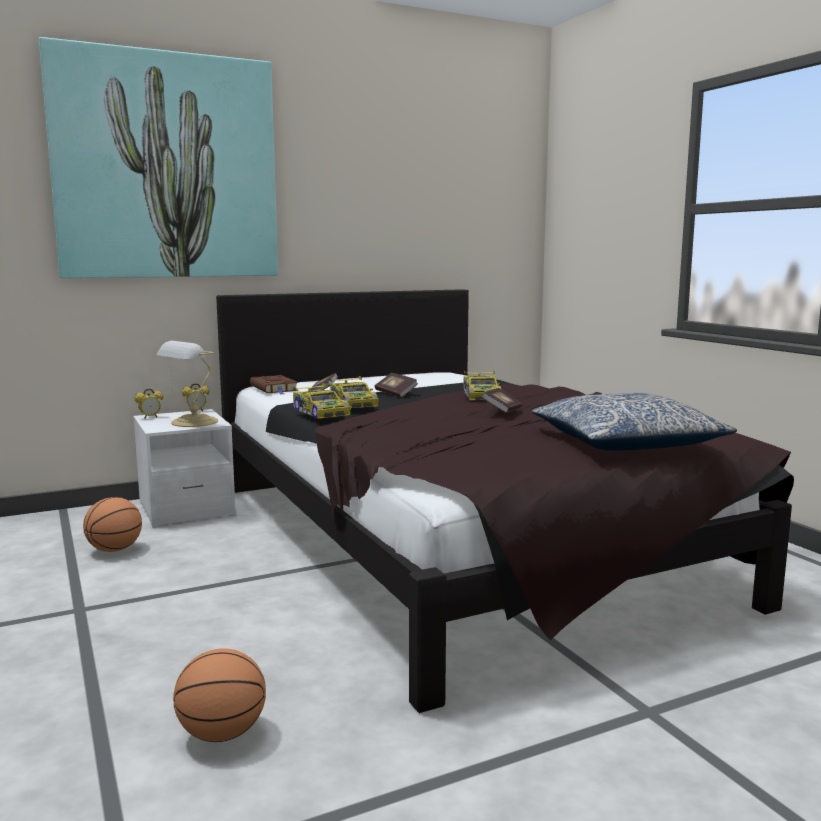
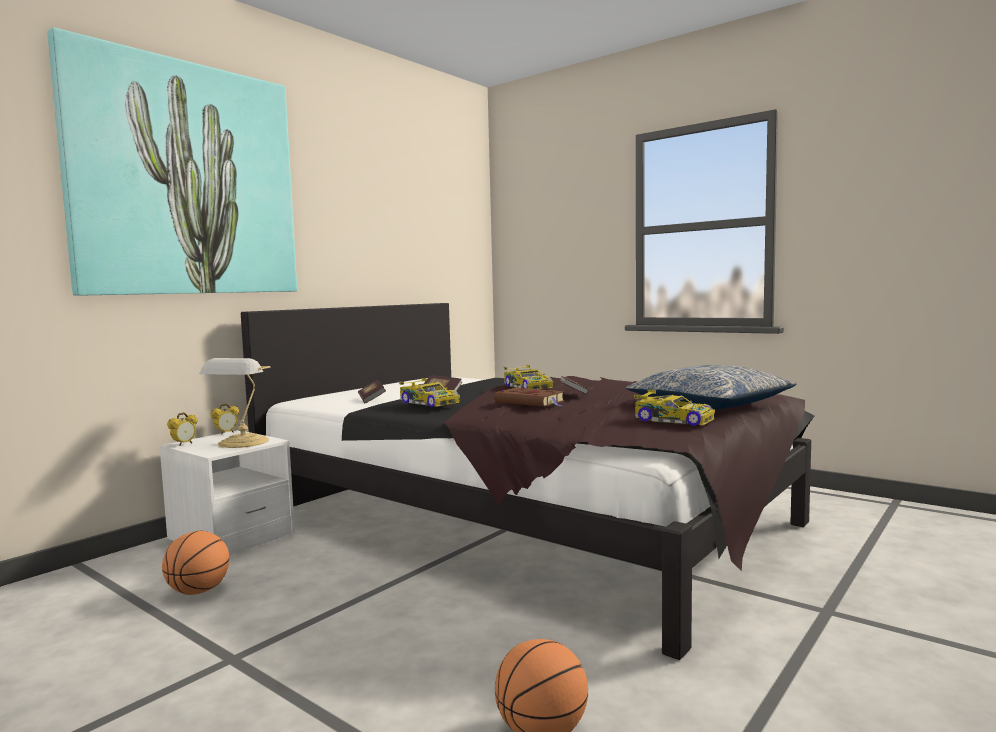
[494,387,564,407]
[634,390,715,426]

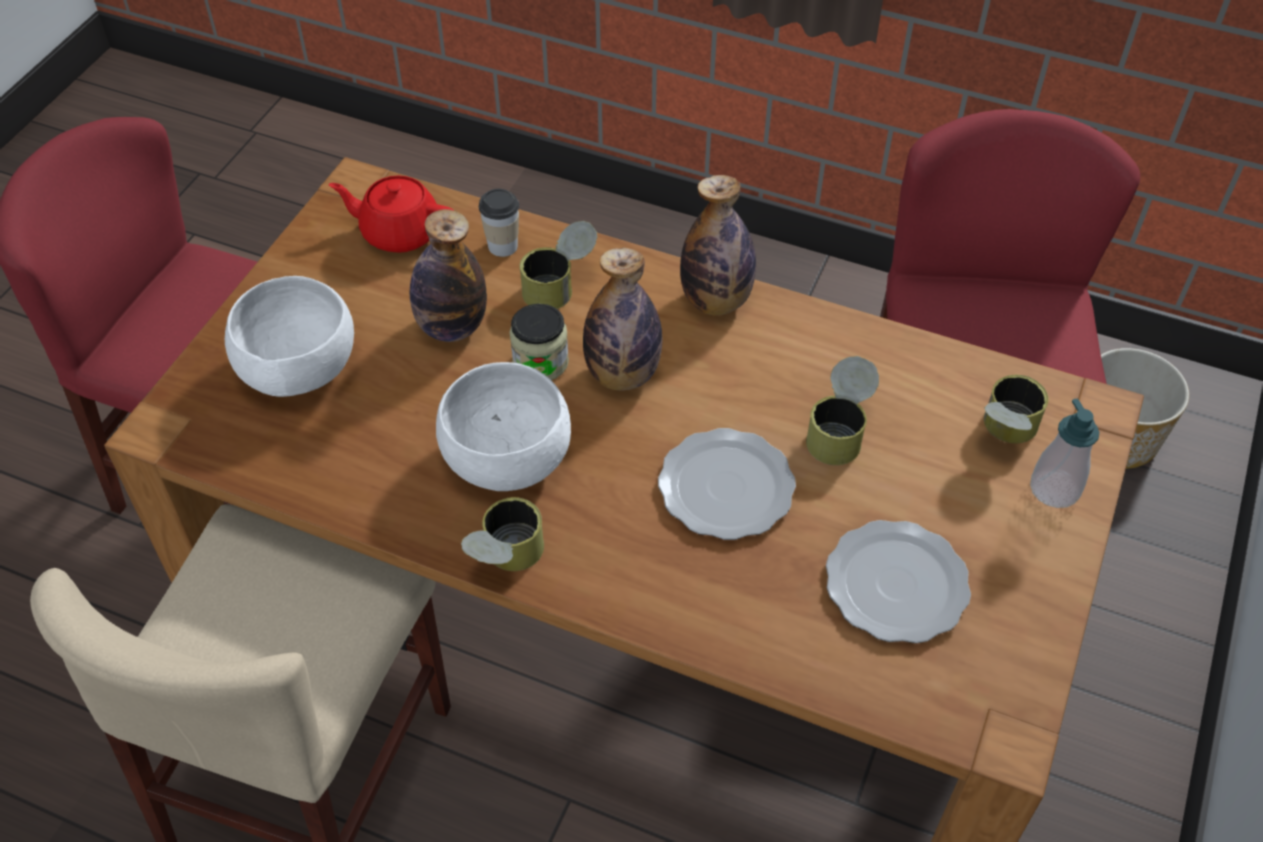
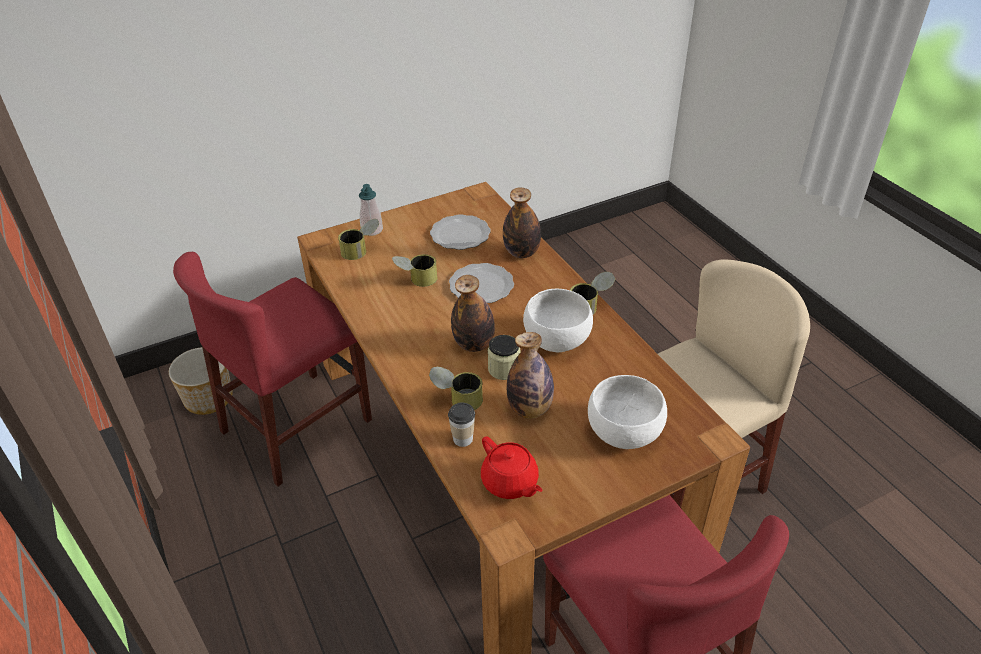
[503,187,541,258]

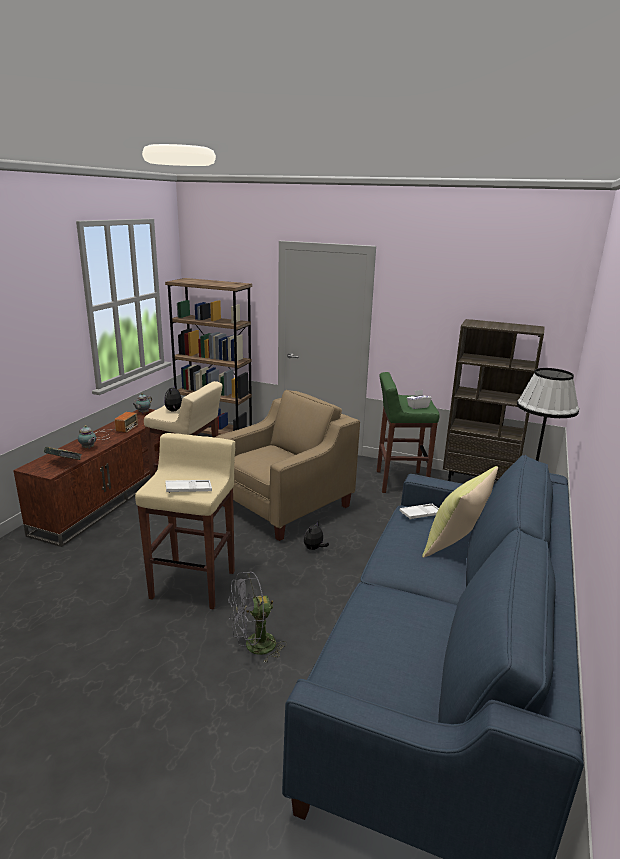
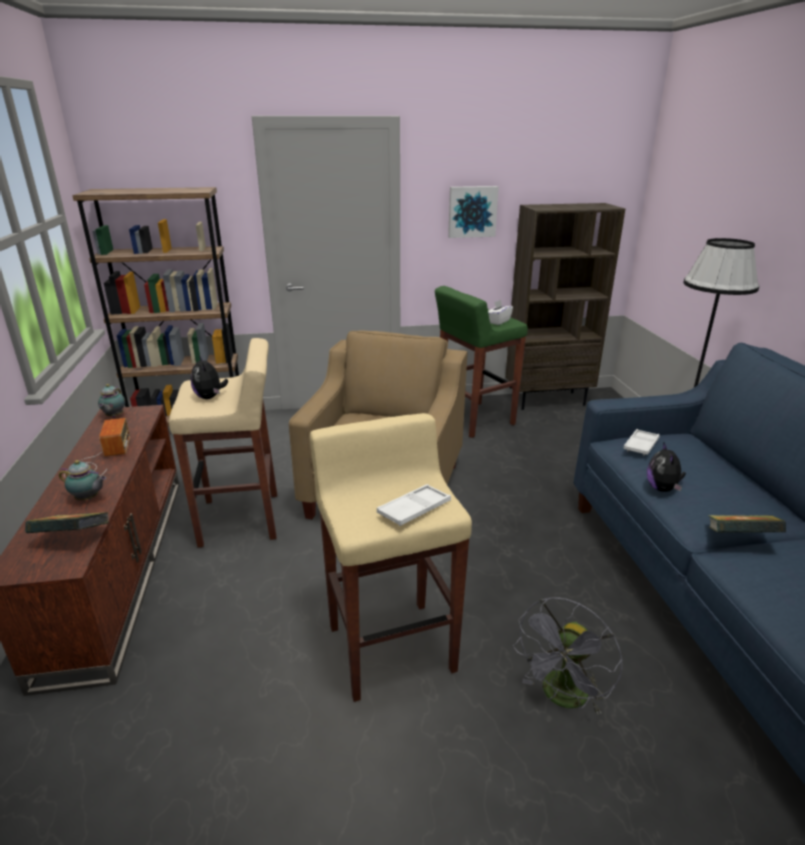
[647,443,686,492]
[422,466,498,558] (first image)
[448,186,499,238]
[708,515,786,532]

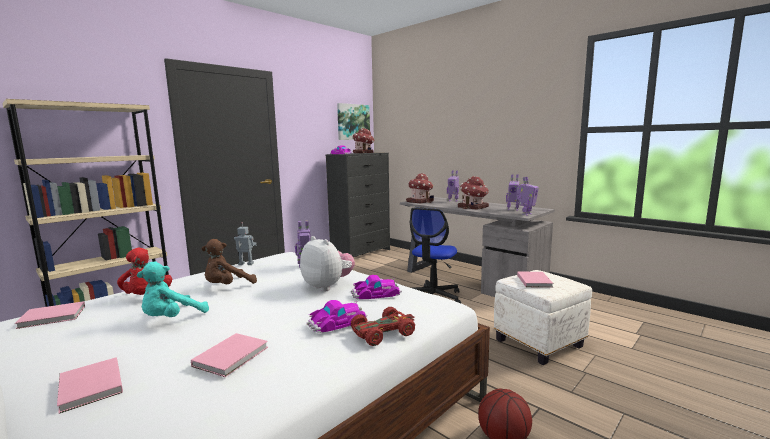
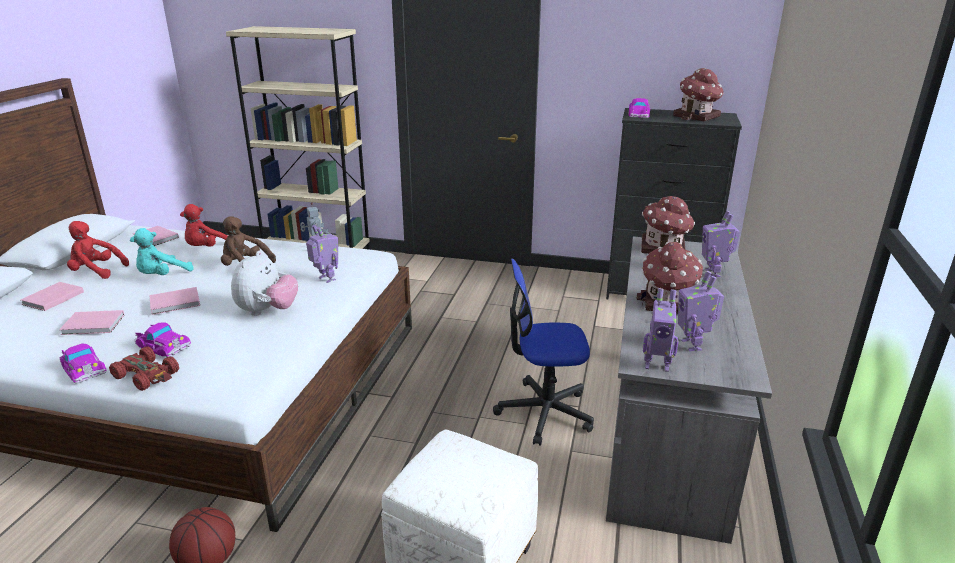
[130,228,194,275]
[337,103,370,140] (first image)
[60,343,107,383]
[150,287,200,315]
[67,221,129,279]

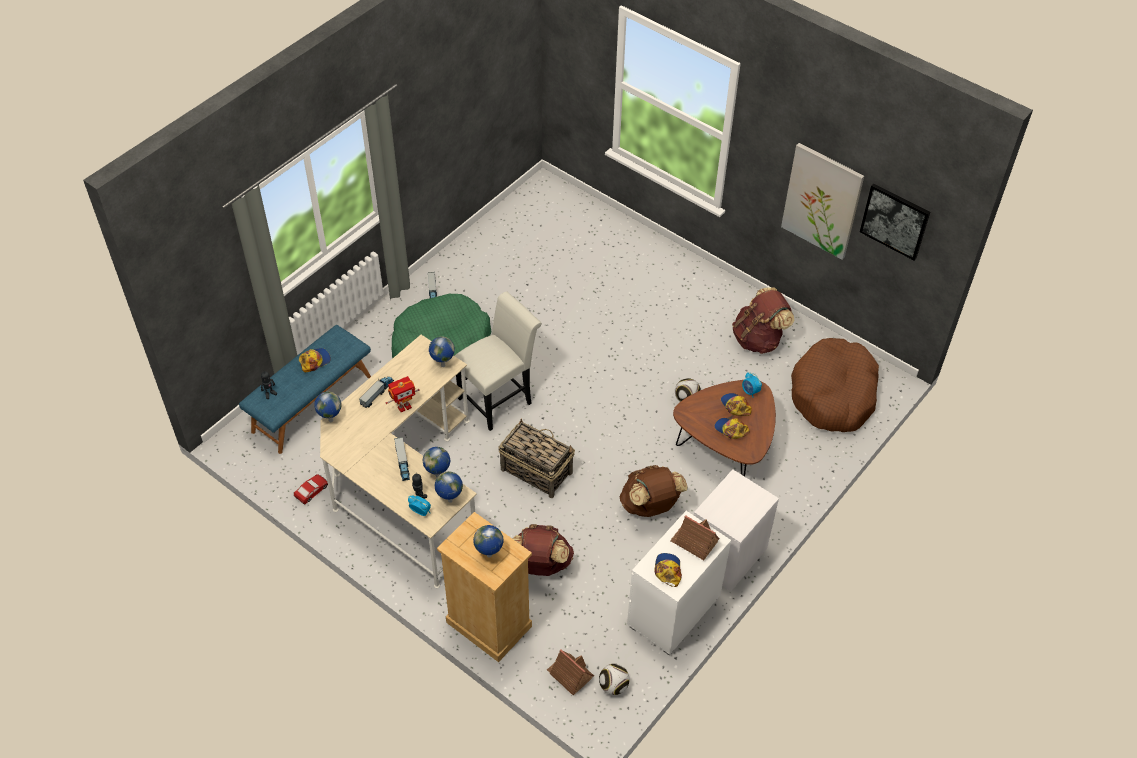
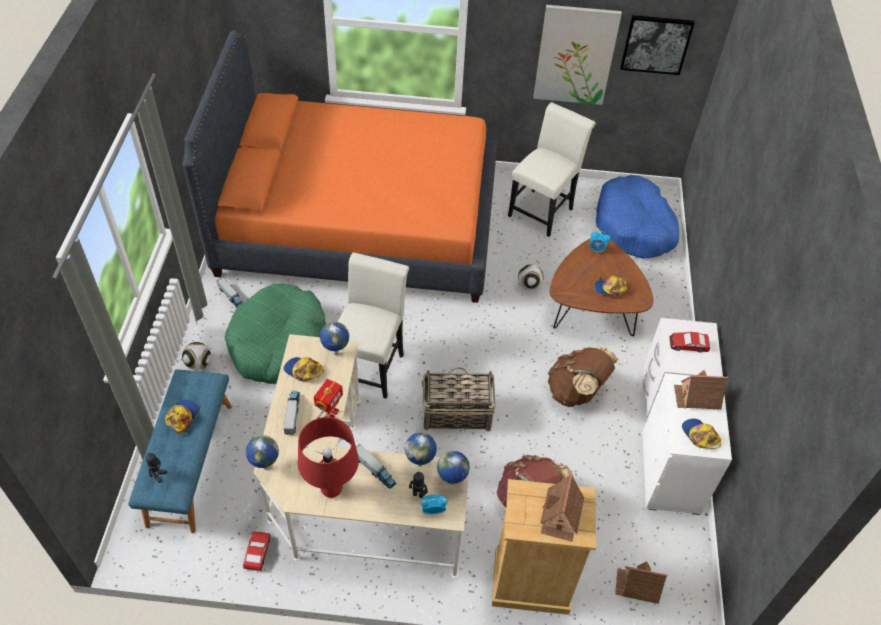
[540,474,584,542]
[182,342,211,370]
[283,357,324,381]
[508,102,596,237]
[596,175,679,258]
[182,30,498,303]
[298,417,359,498]
[670,332,710,353]

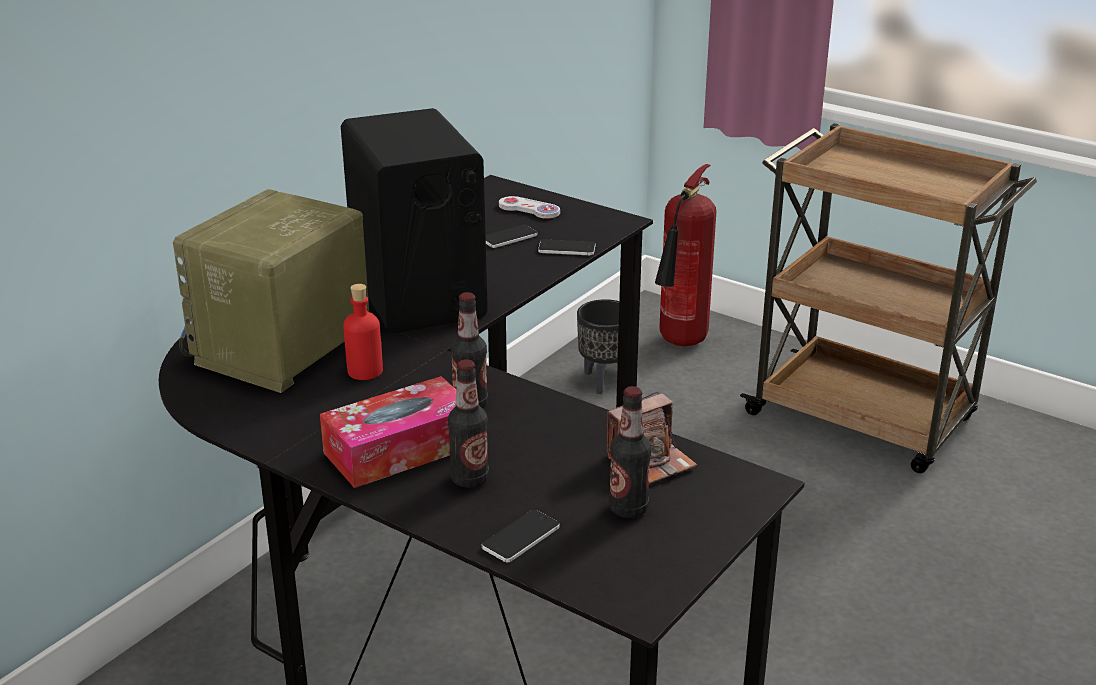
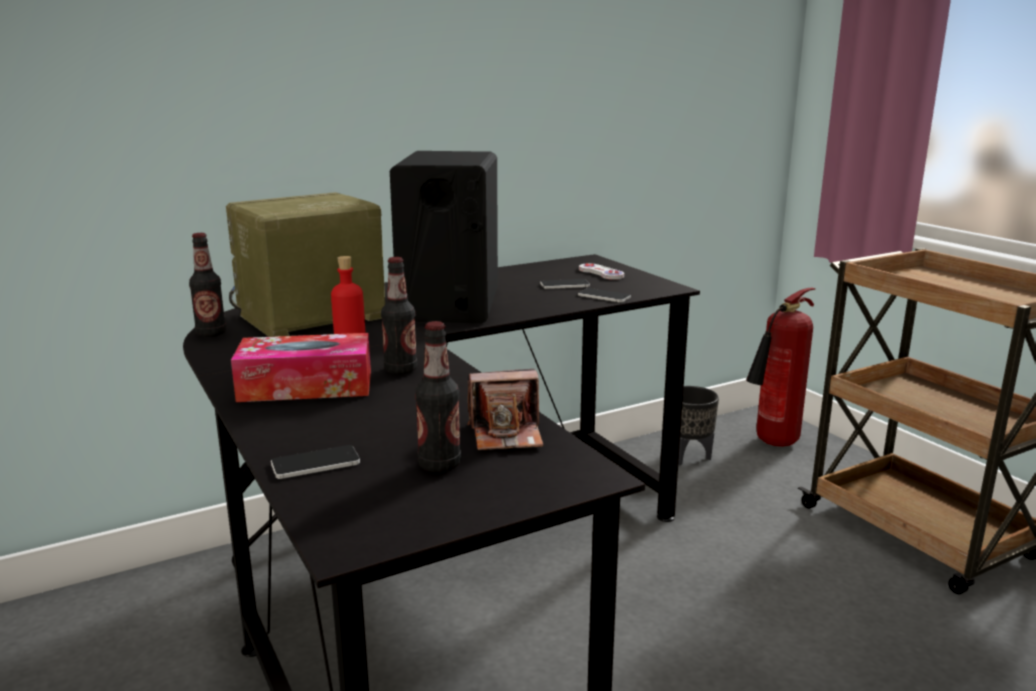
[189,233,226,337]

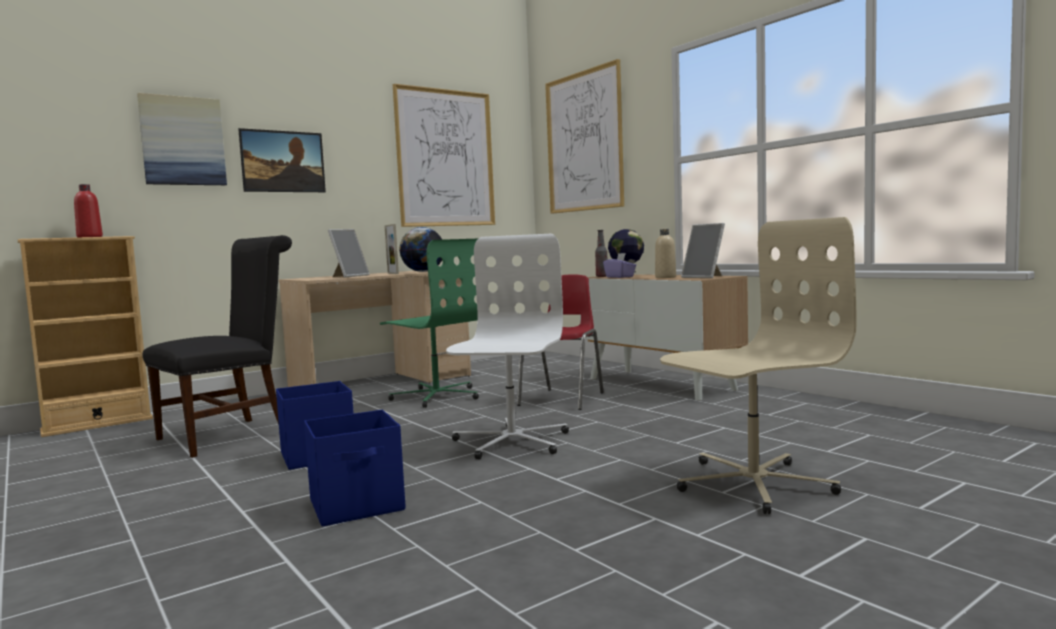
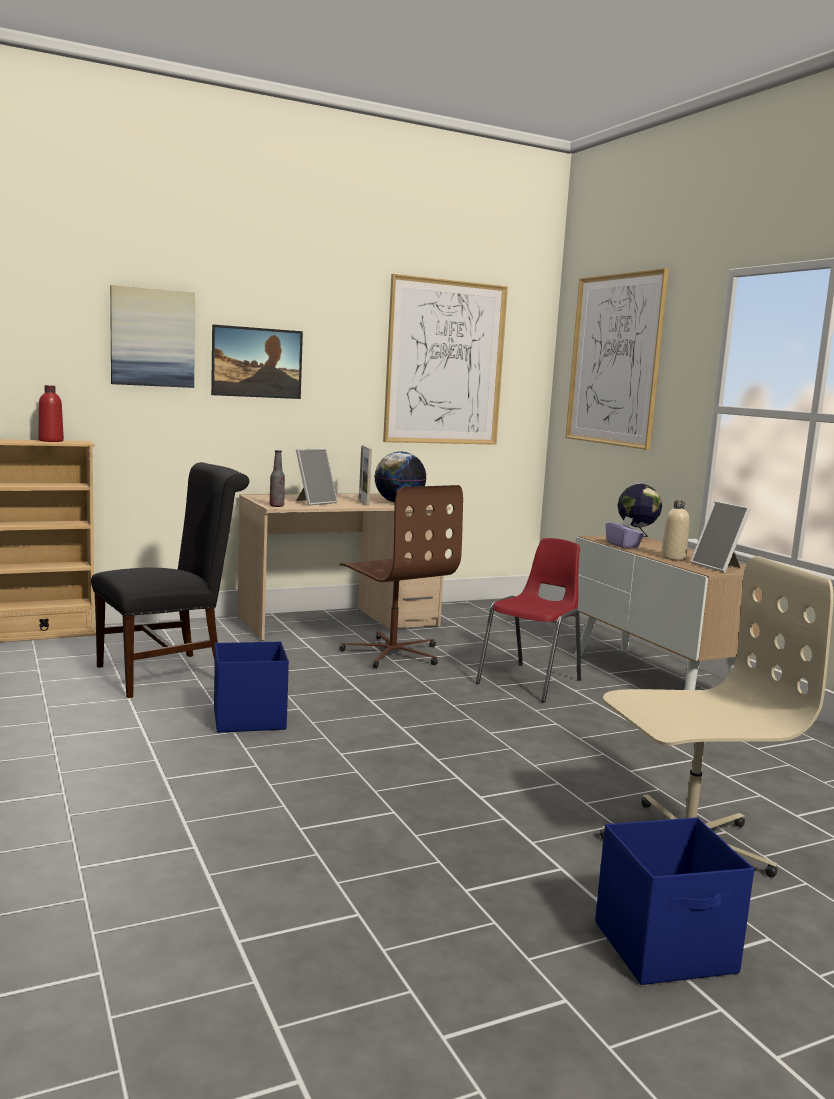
[595,817,754,985]
[339,485,463,668]
[446,234,569,460] (first image)
[270,450,285,507]

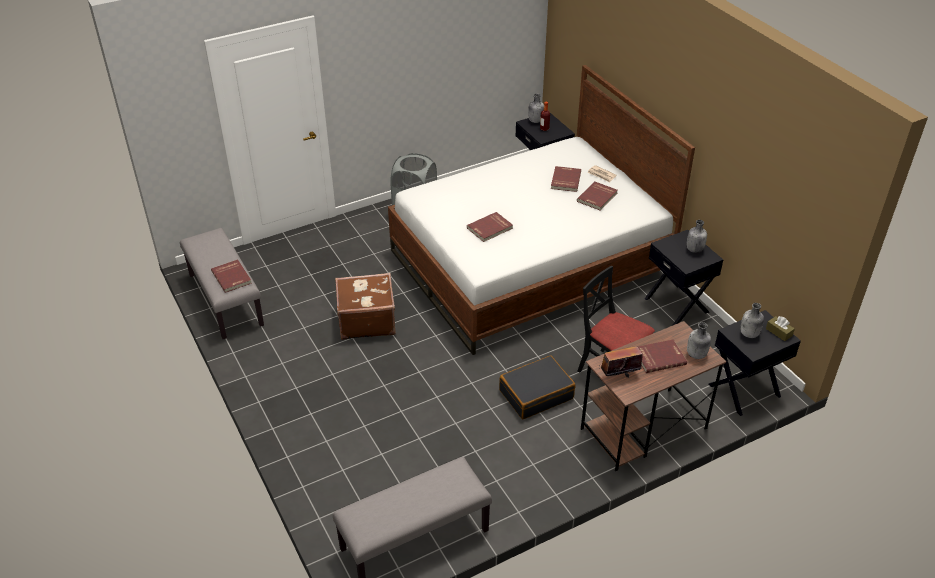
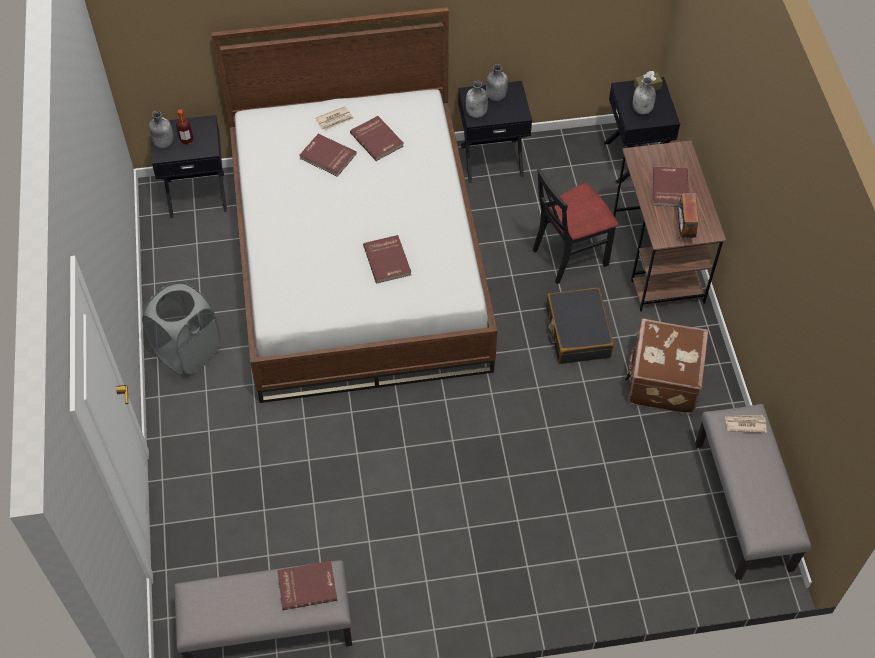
[624,318,708,414]
[466,81,488,118]
[725,415,767,433]

